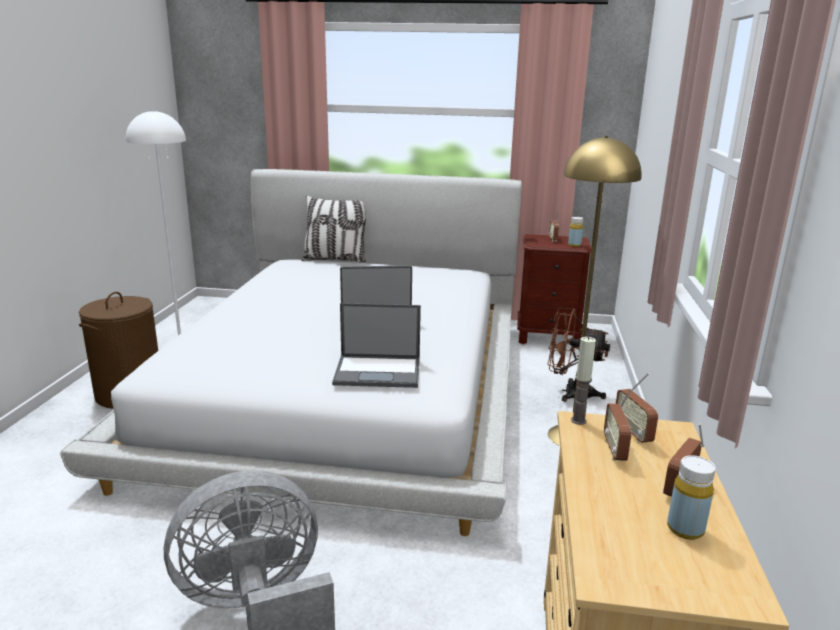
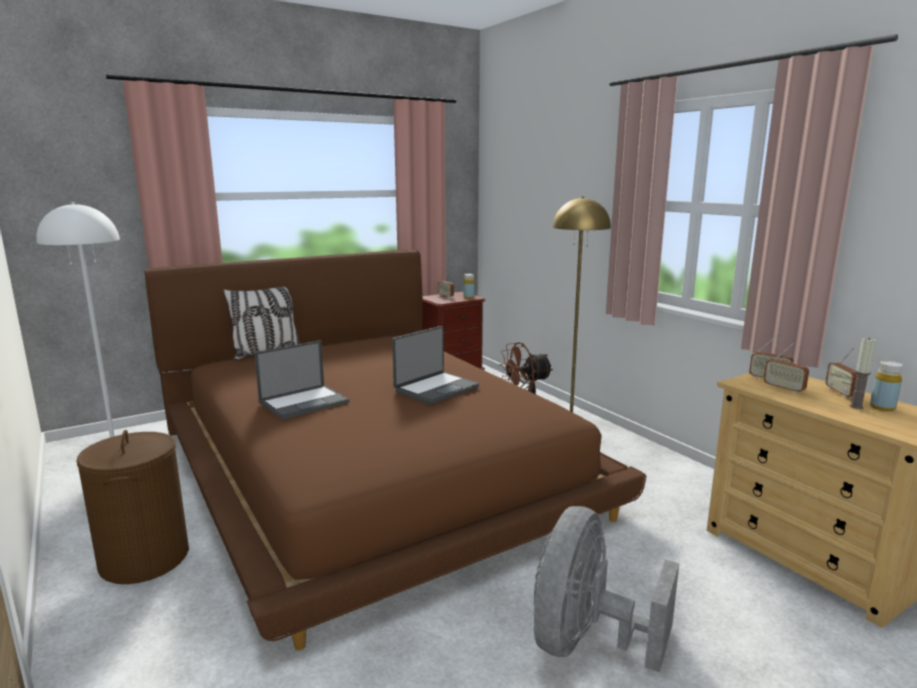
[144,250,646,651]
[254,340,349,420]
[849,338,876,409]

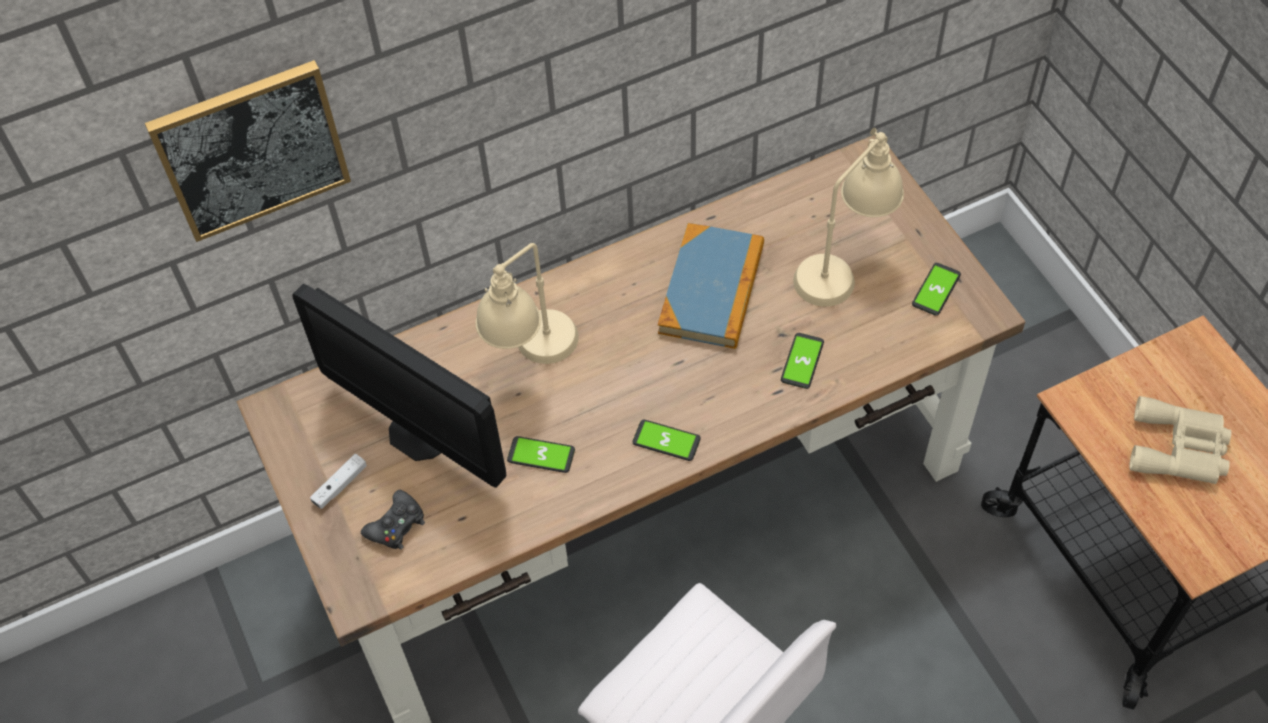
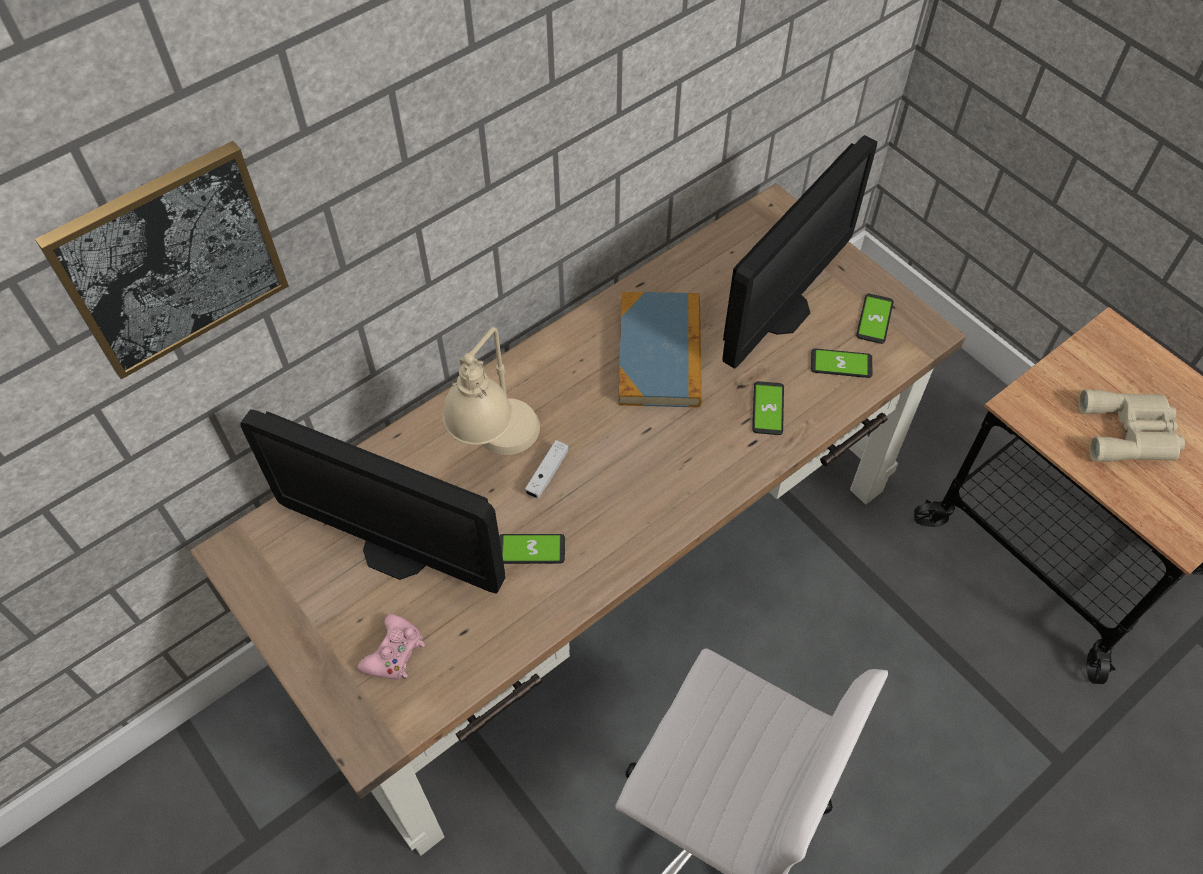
[525,440,569,498]
[358,614,425,680]
[811,349,872,378]
[722,135,877,369]

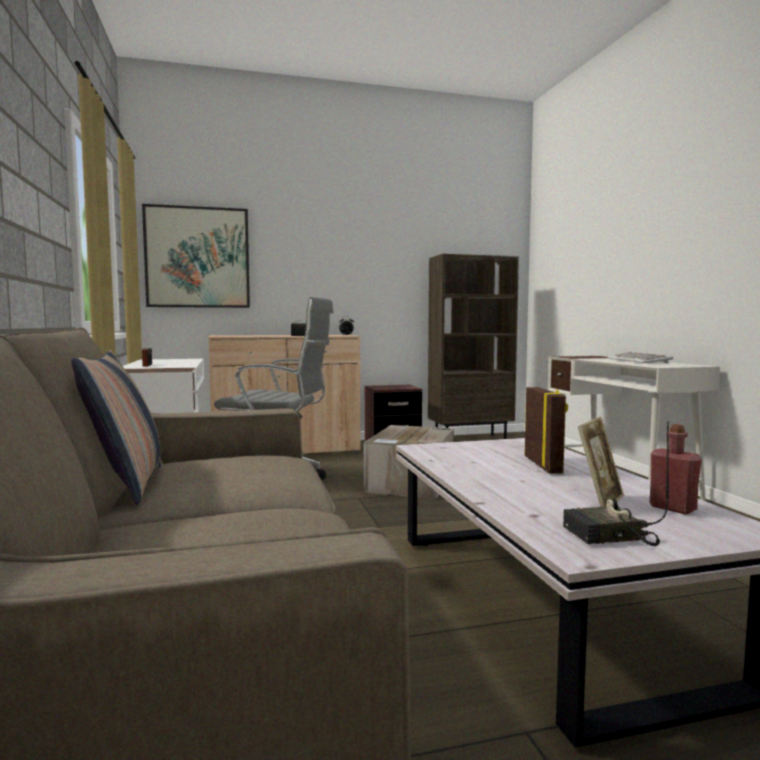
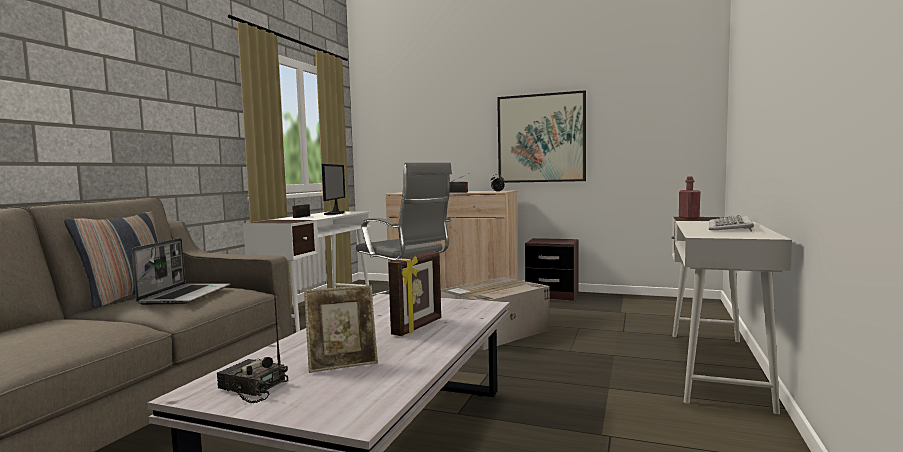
[497,90,586,183]
[428,254,519,439] (first image)
[679,176,700,219]
[132,238,230,305]
[322,164,345,215]

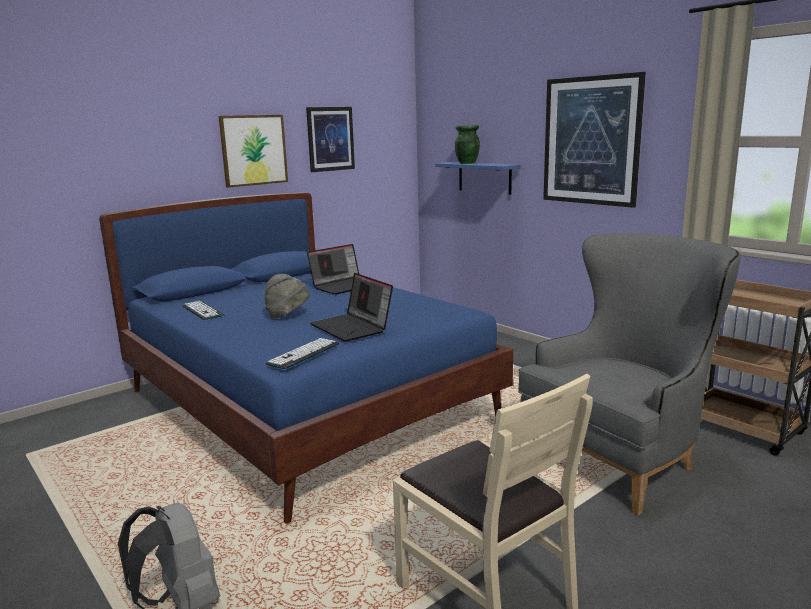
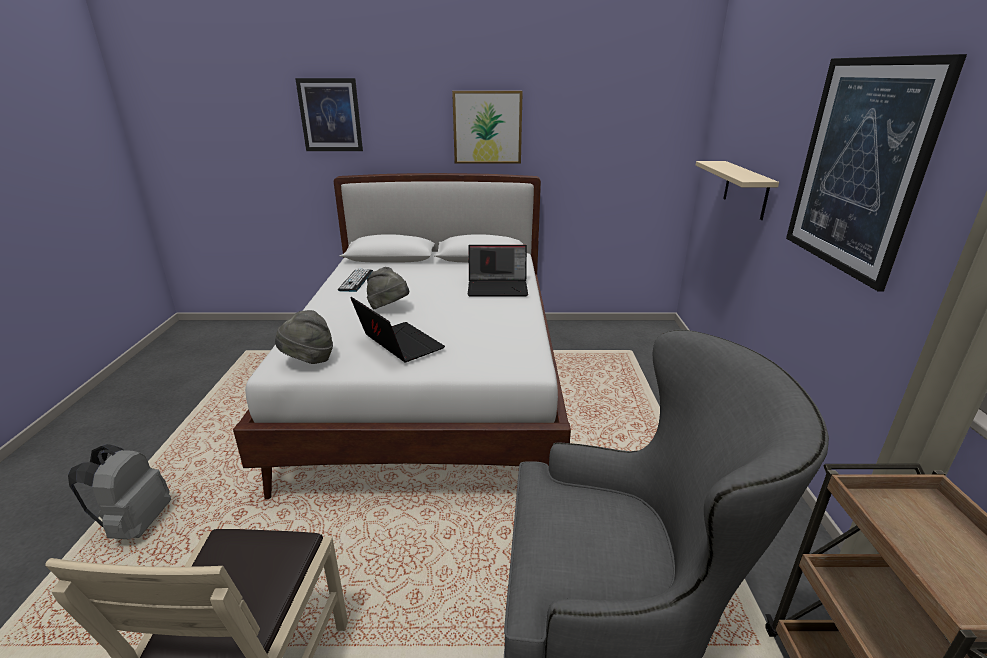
[233,173,571,500]
[275,310,333,364]
[295,78,363,151]
[351,297,445,362]
[696,161,779,220]
[455,125,480,164] (first image)

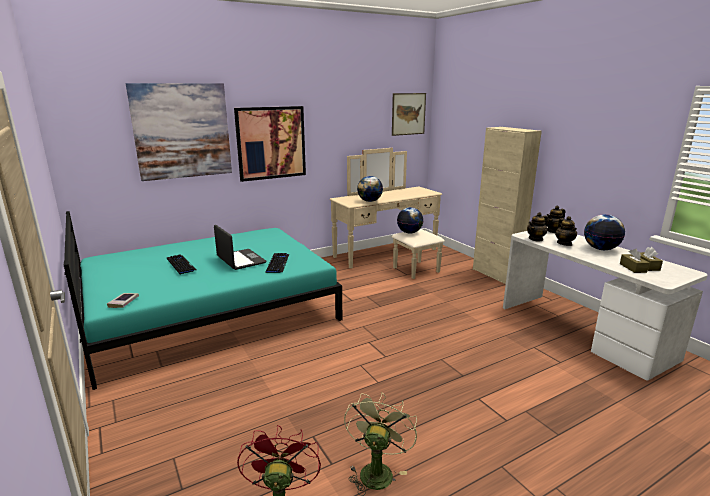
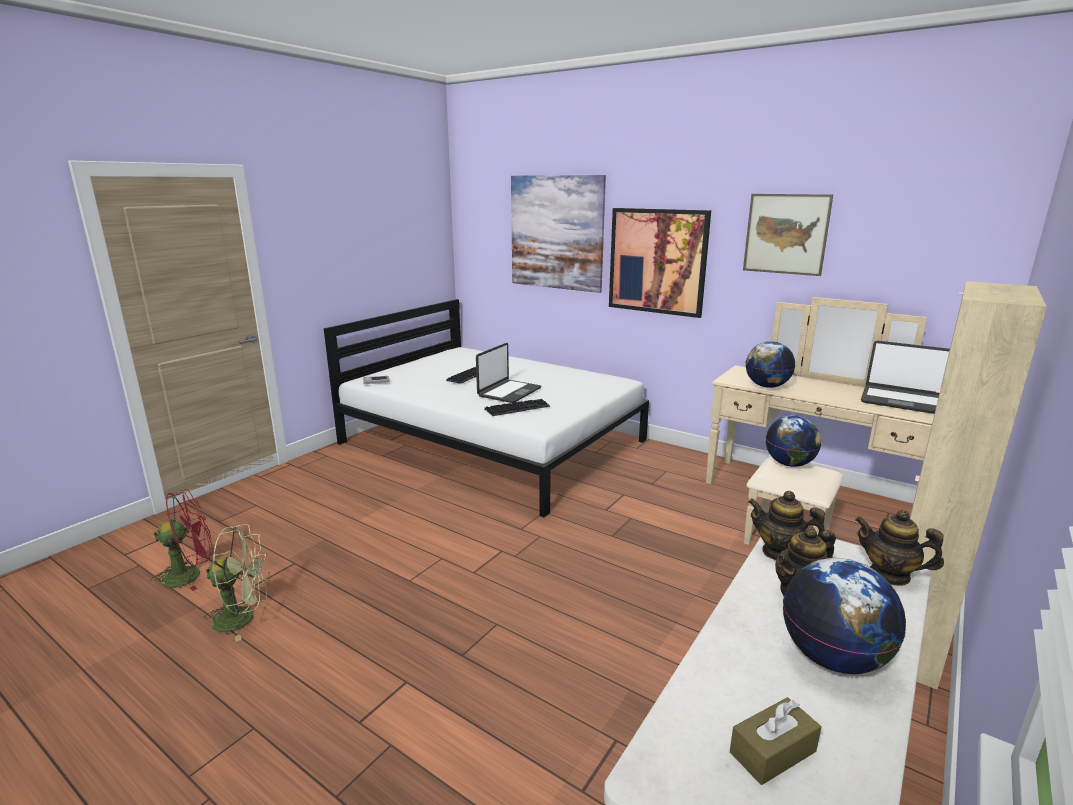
[324,299,649,517]
[743,194,833,276]
[620,249,649,273] (first image)
[861,341,950,414]

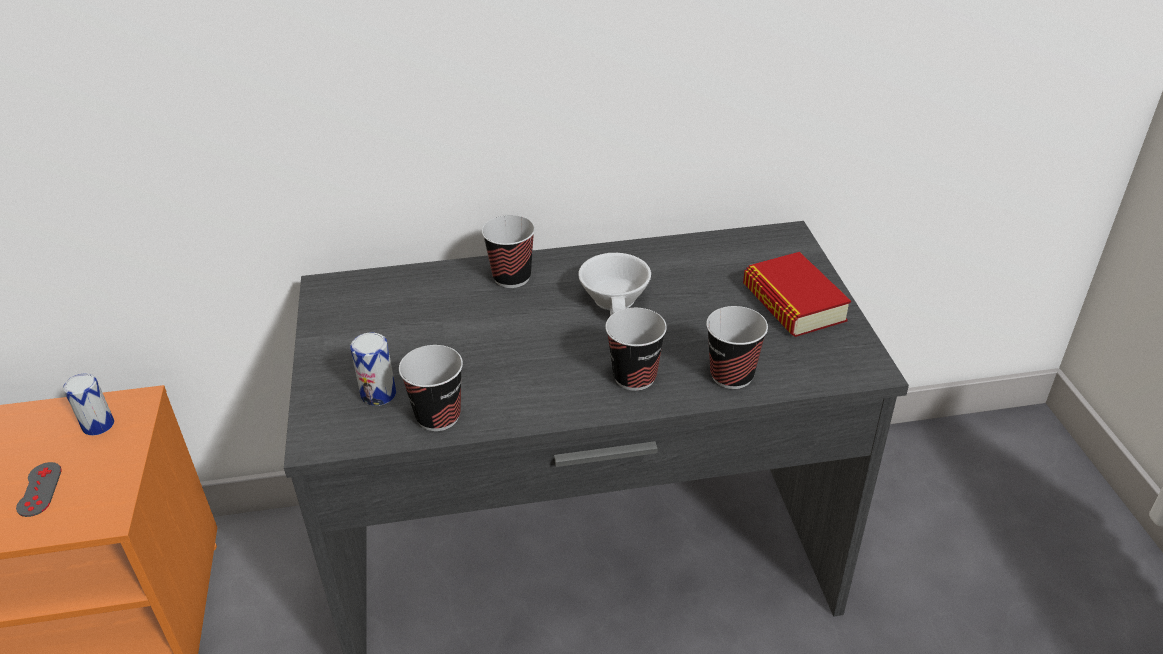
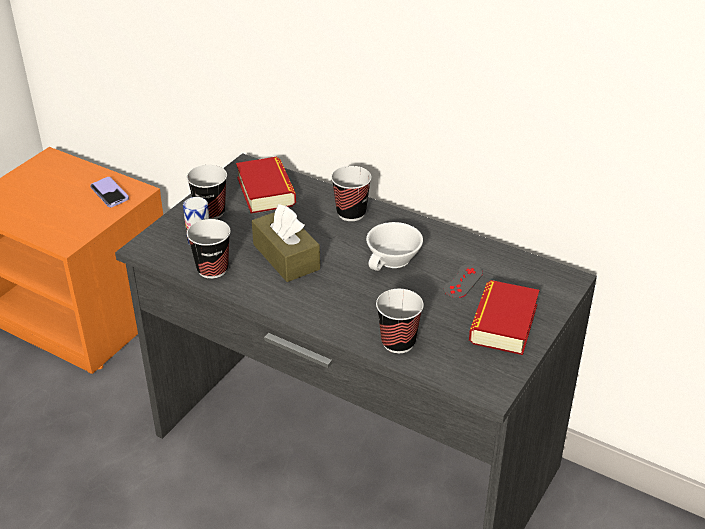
[443,264,483,298]
[90,177,129,208]
[187,165,227,219]
[236,157,296,214]
[252,204,320,282]

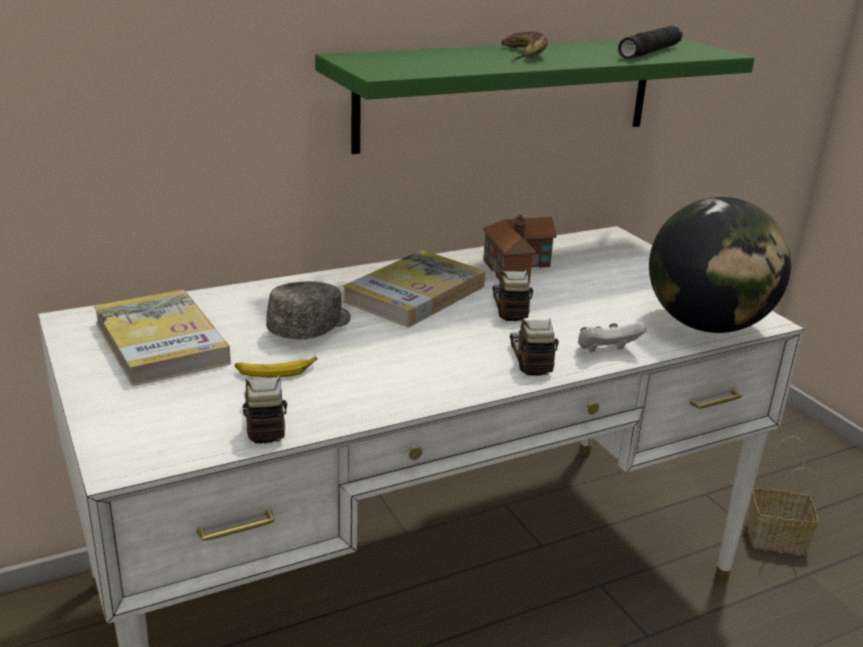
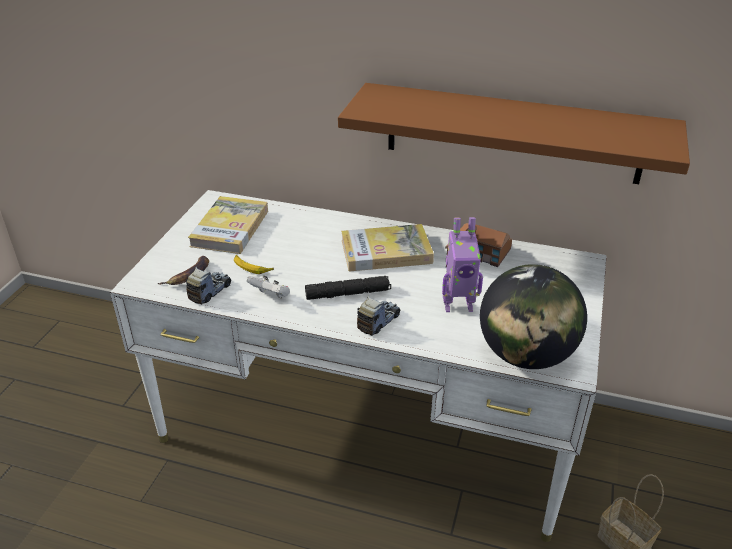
[266,281,351,339] (first image)
[338,83,690,184]
[492,270,533,321] (first image)
[158,256,209,285]
[247,276,290,298]
[305,276,391,300]
[442,217,483,312]

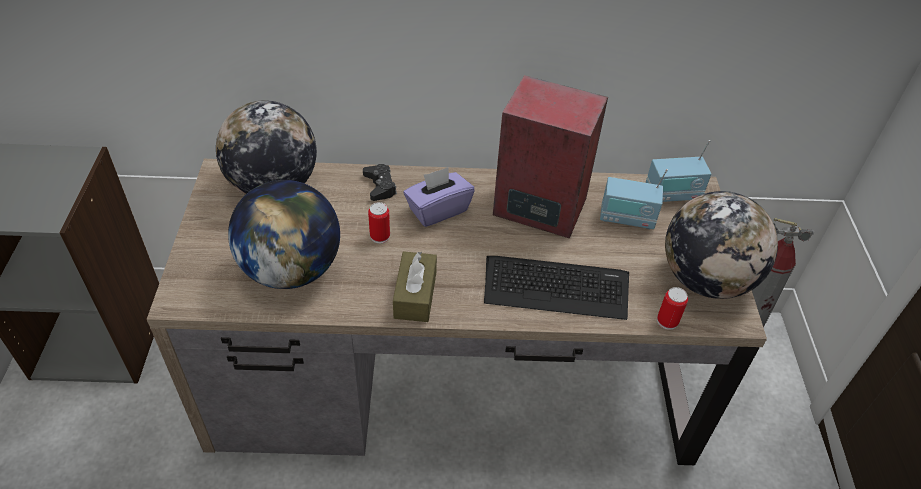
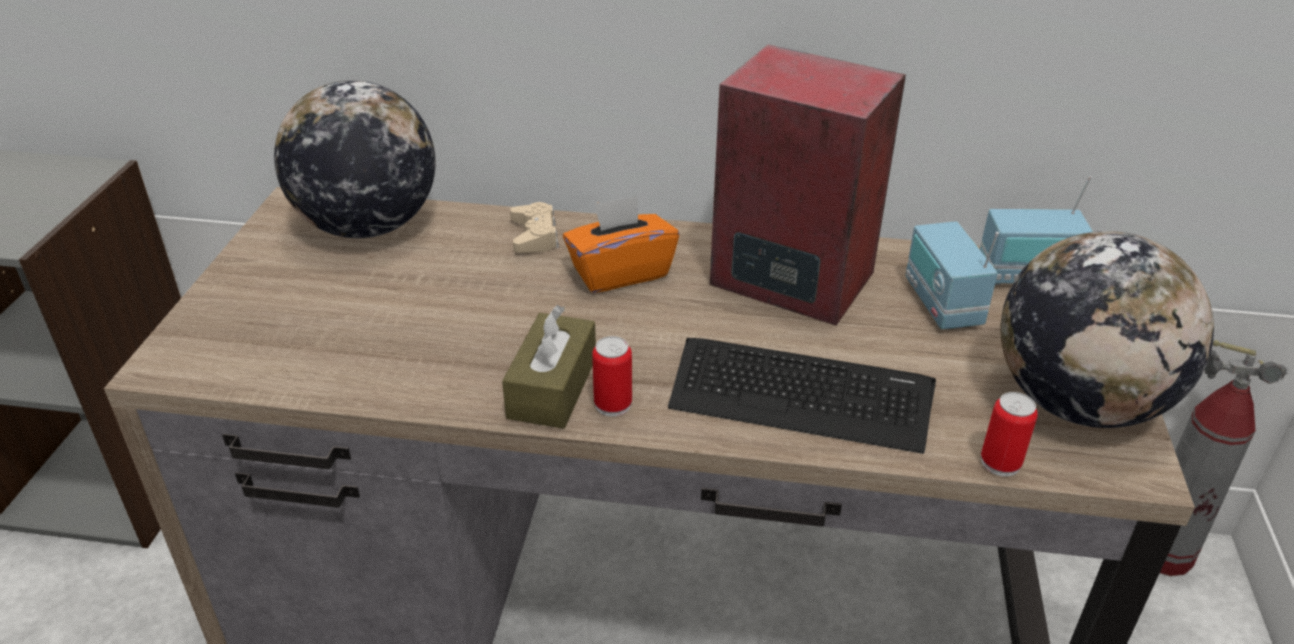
[228,180,340,289] (first image)
[510,202,559,253]
[592,336,632,417]
[563,195,679,293]
[906,222,999,329]

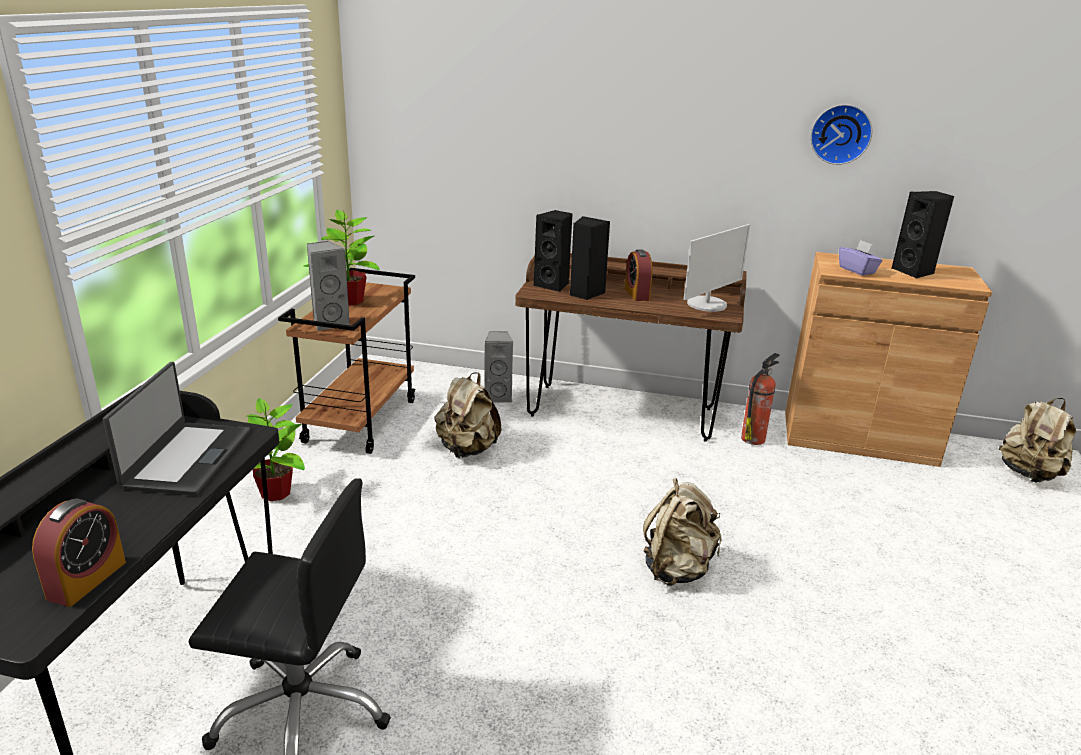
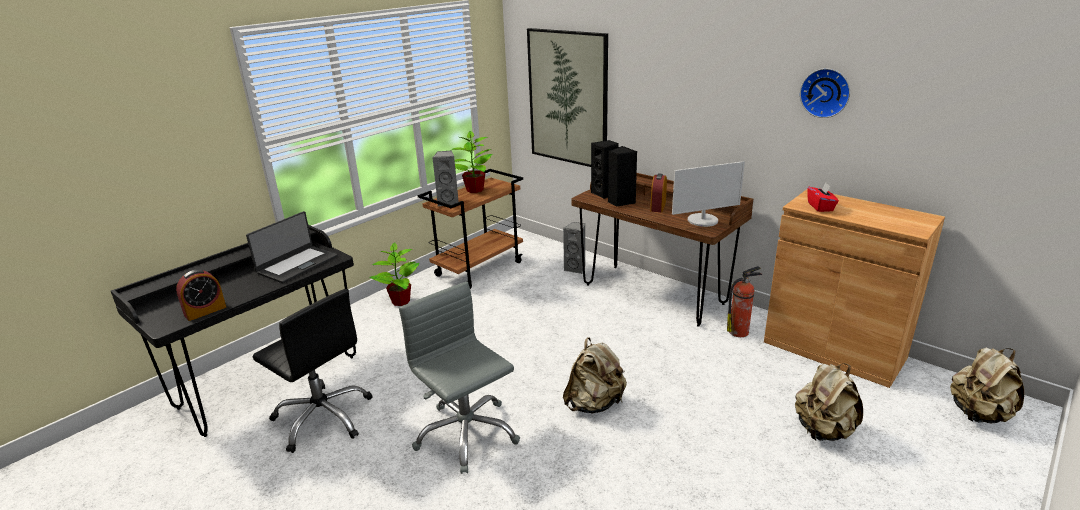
[795,363,863,441]
[807,183,839,212]
[891,191,954,278] (first image)
[399,281,520,474]
[527,28,608,167]

